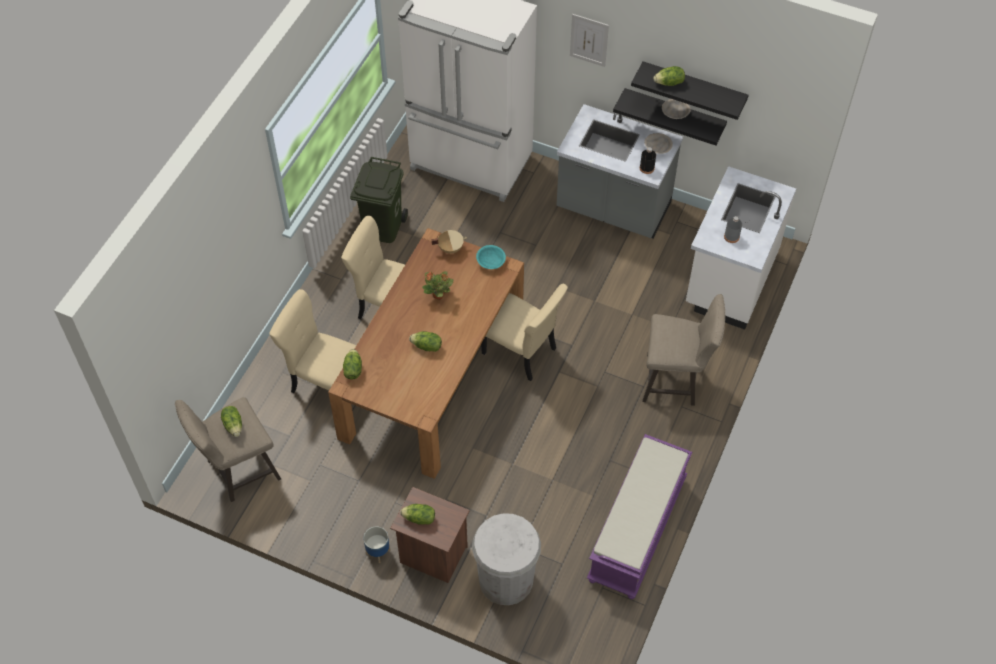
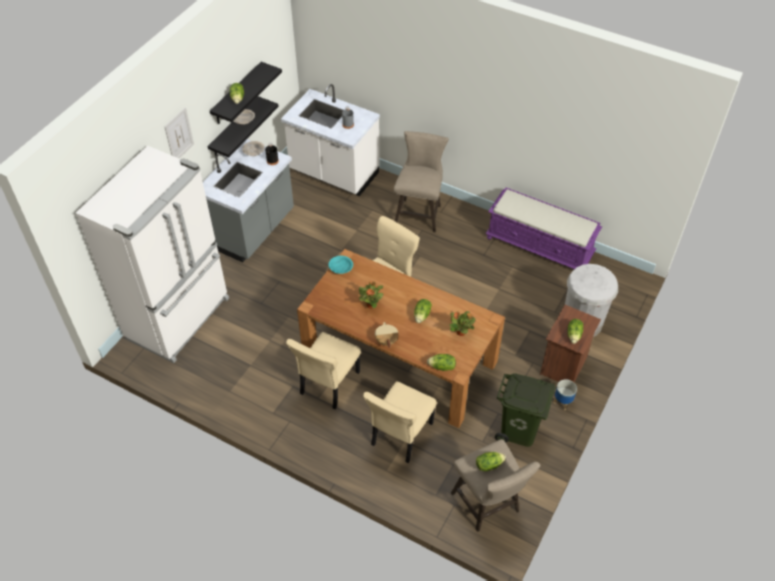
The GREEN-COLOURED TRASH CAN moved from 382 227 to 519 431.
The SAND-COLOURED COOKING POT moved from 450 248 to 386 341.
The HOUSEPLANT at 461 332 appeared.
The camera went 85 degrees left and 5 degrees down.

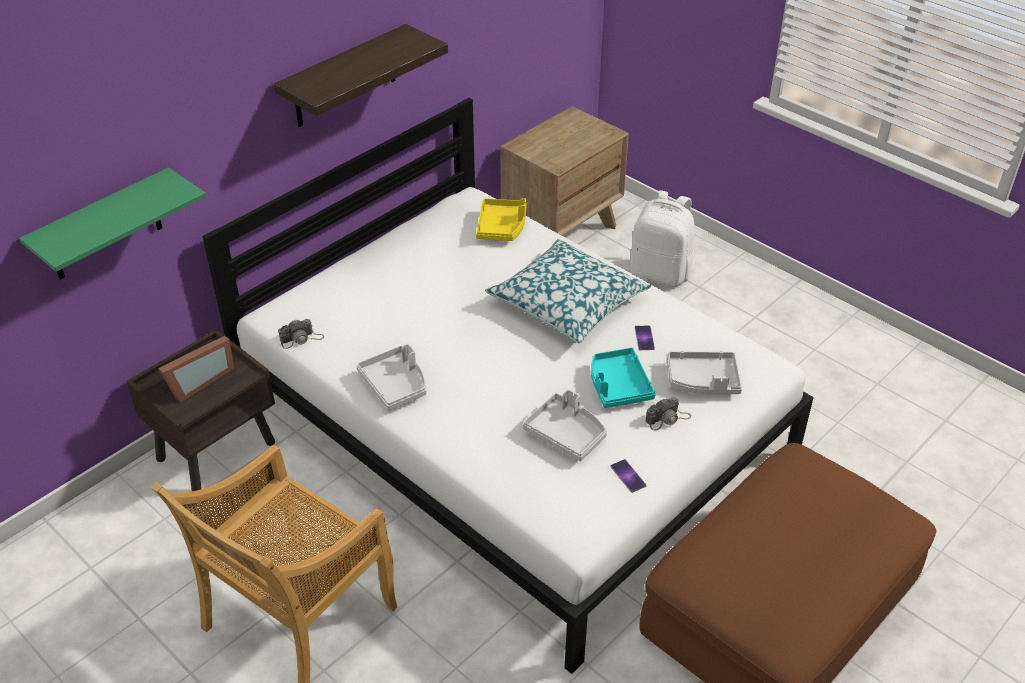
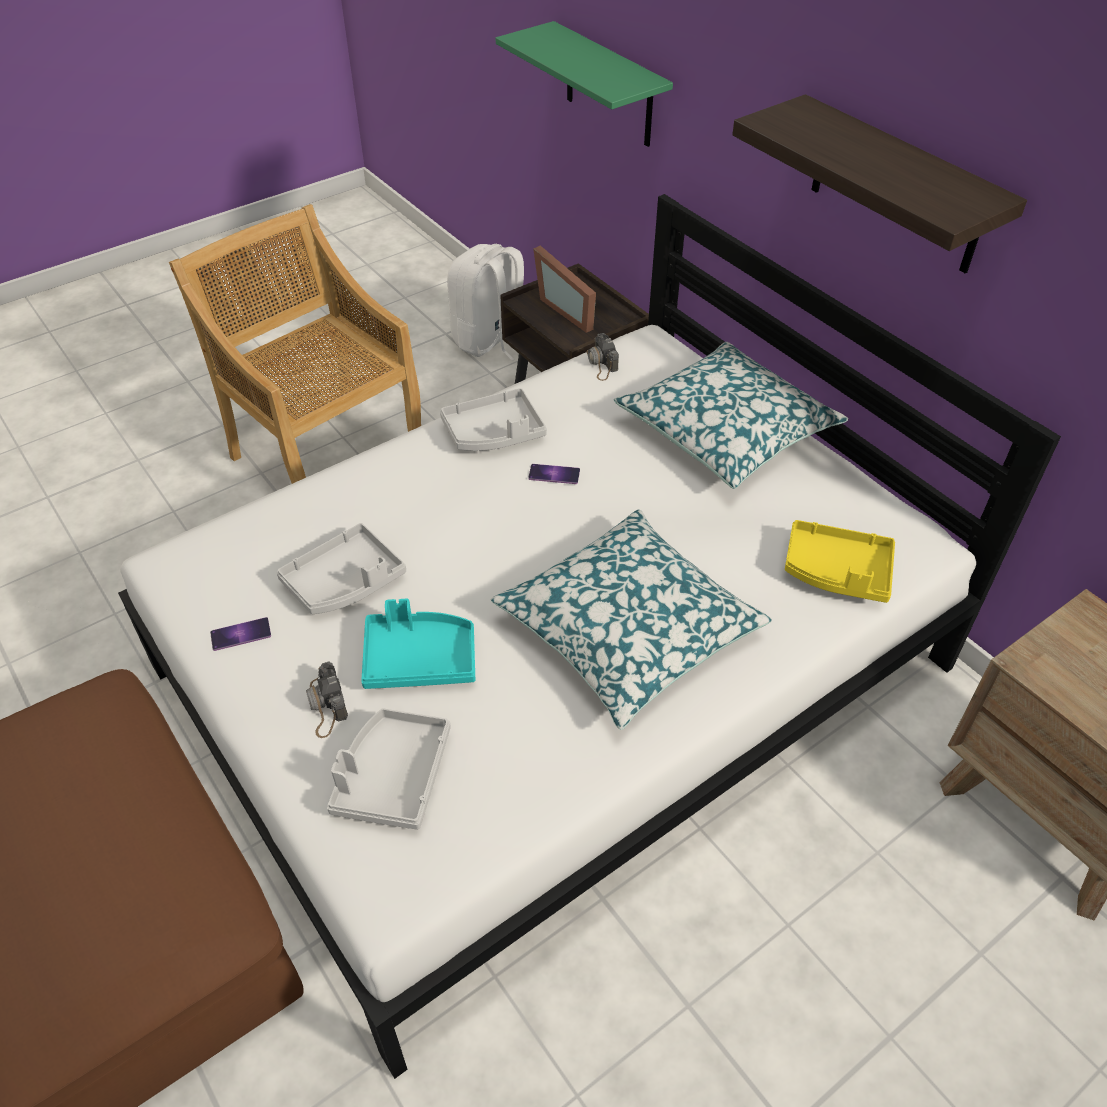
The WHITE-COLOURED KNAPSACK moved from 660 272 to 490 340.
The HANDSET moved from 644 338 to 554 474.
The THROW PILLOW at 726 430 appeared.
The camera went 100 degrees right and 5 degrees up.

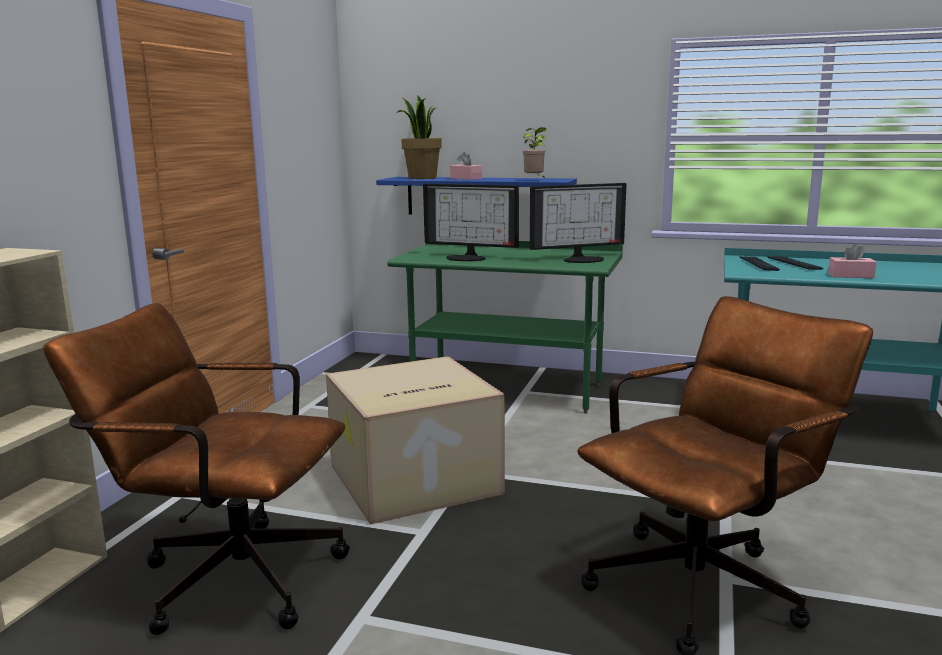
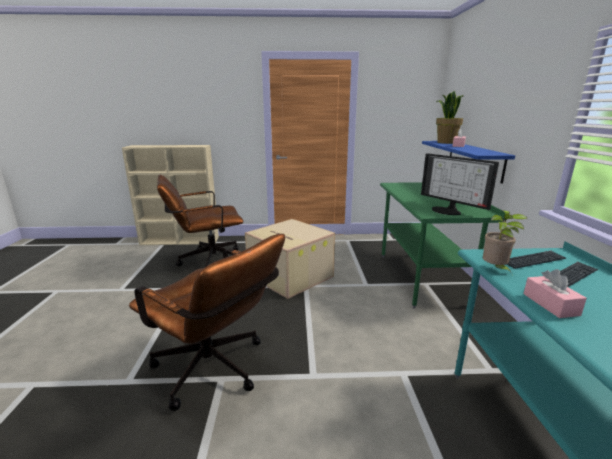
The HOUSEPLANT moved from 535 180 to 495 270.
The MONITOR at 467 258 disappeared.
The BROWN DESK CHAIR at 226 575 turned 105 degrees counterclockwise.
The camera went 70 degrees right and 5 degrees up.

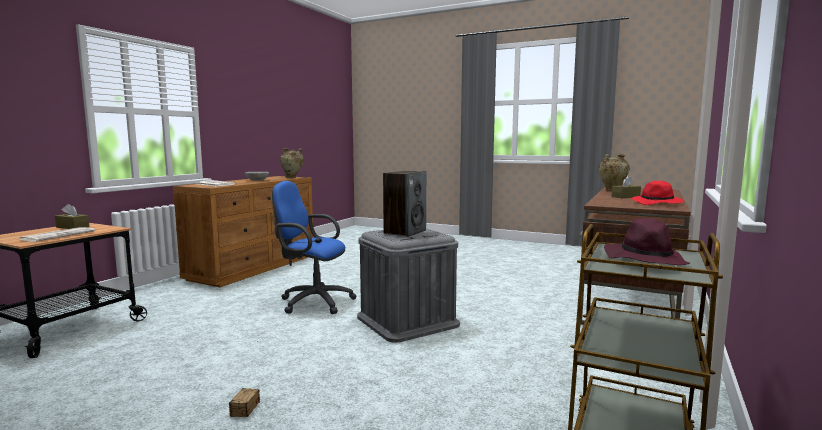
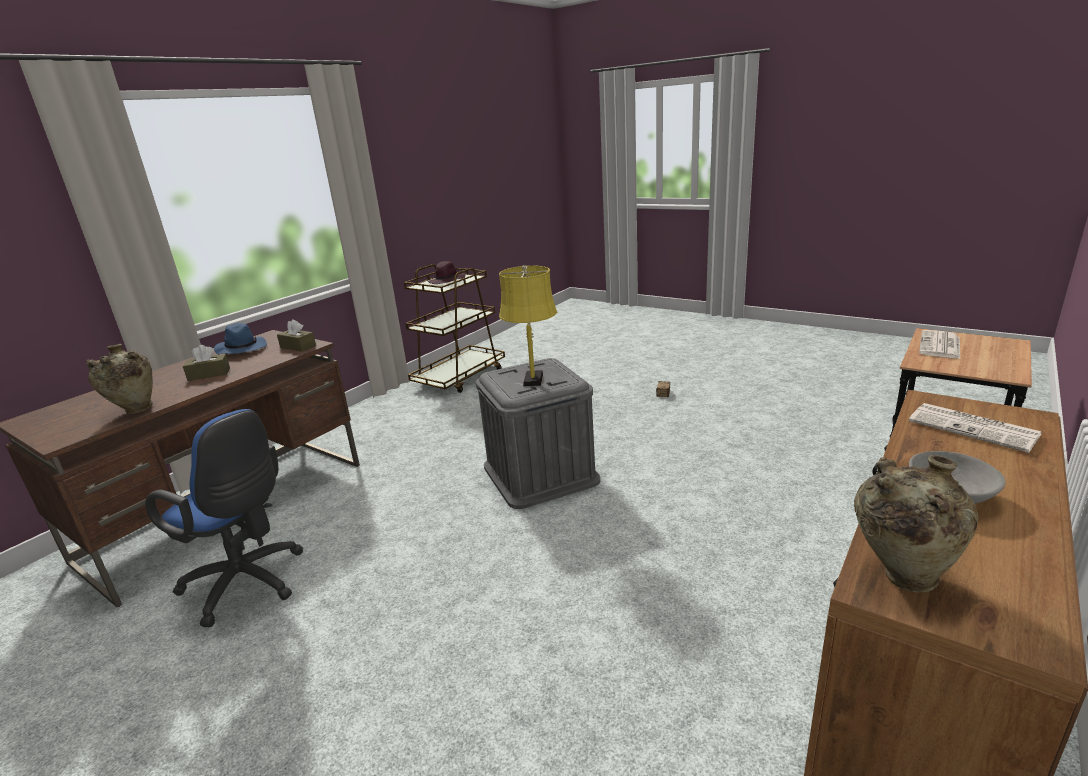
The SPEAKER at 405 232 was replaced by the YELLOW-COLOURED TABLE LAMP at 533 378.
The BLUE-COLOURED DESK CHAIR moved from 312 302 to 249 584.
The RED WEARABLE HAT at 657 203 became the BLUE-COLOURED WEARABLE HAT at 241 349.
The BROWN BOX OF TISSUES moved from 72 227 to 298 347.
The camera went 170 degrees left and 15 degrees up.

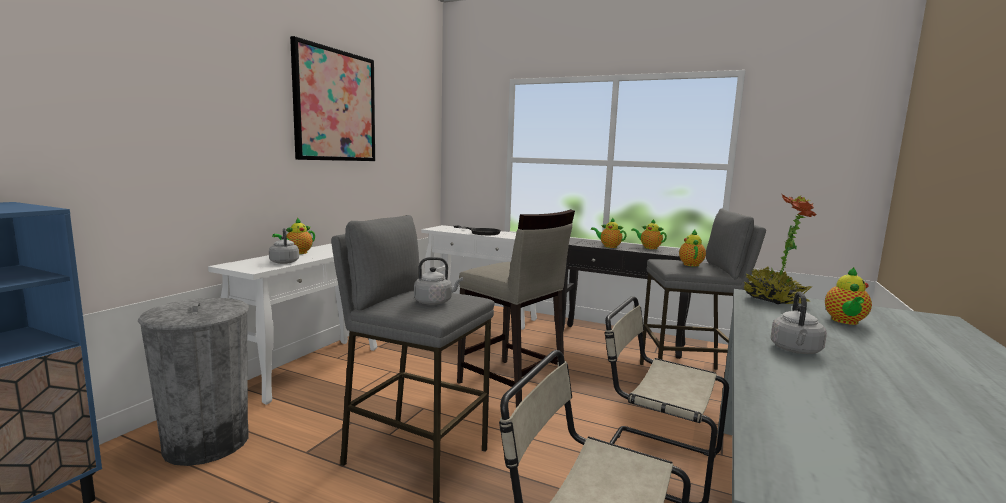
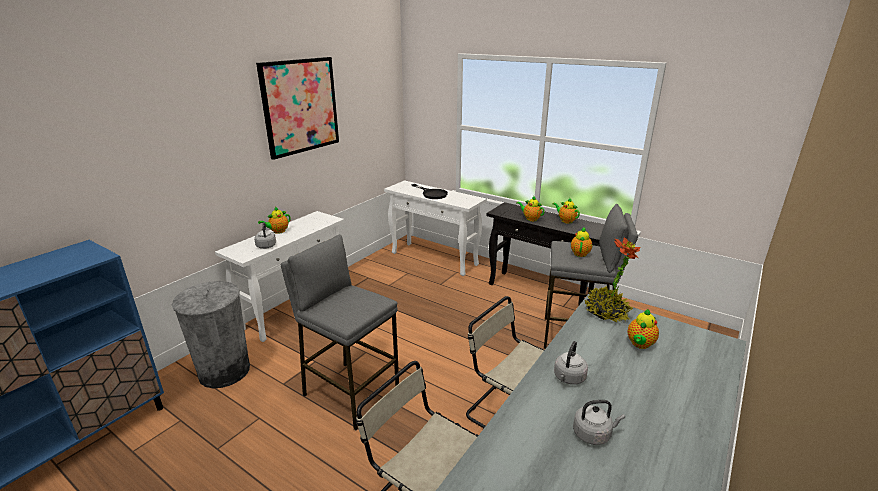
The SAND-COLOURED STOOL SEAT at 511 383 disappeared.
The GREY KETTLE moved from 435 302 to 593 434.
The camera went 10 degrees right and 15 degrees up.

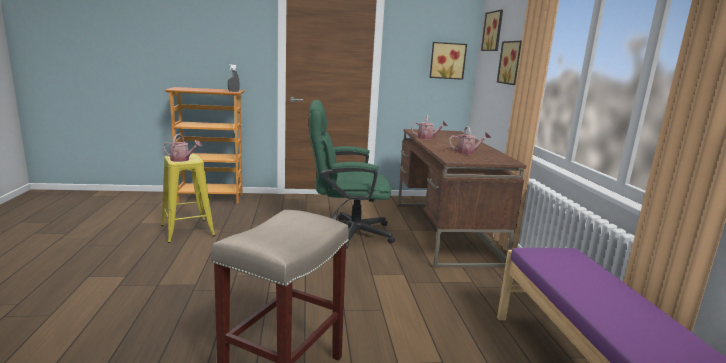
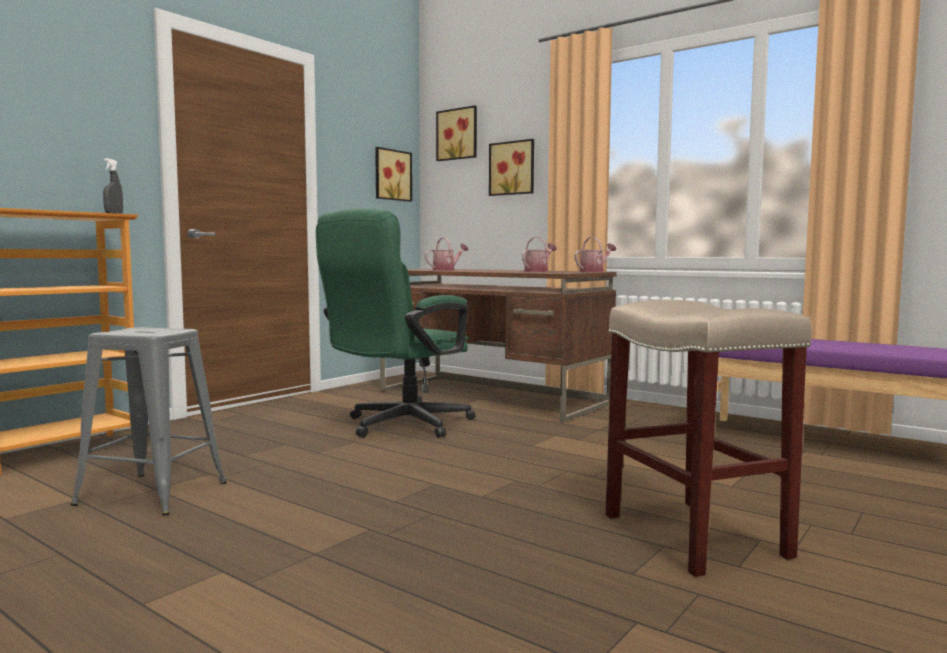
The WATERING POT moved from 182 160 to 594 271.
The YELLOW-COLOURED STOOL SEAT at 187 230 became the GREY STOOL SEAT at 152 493.
The camera went 45 degrees left and 10 degrees down.

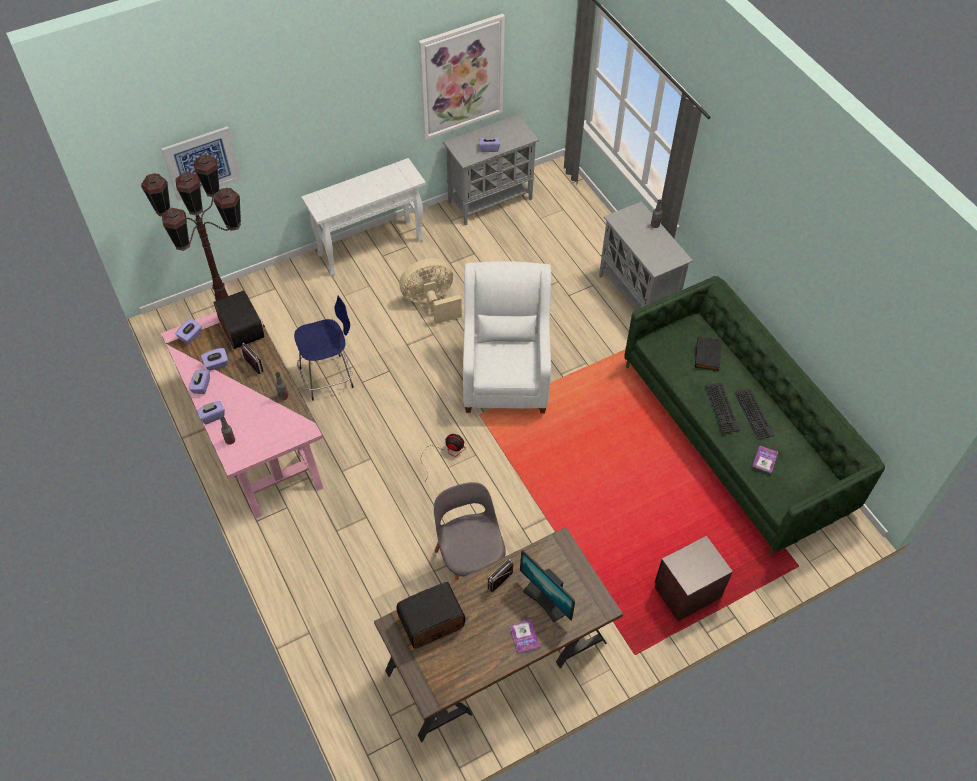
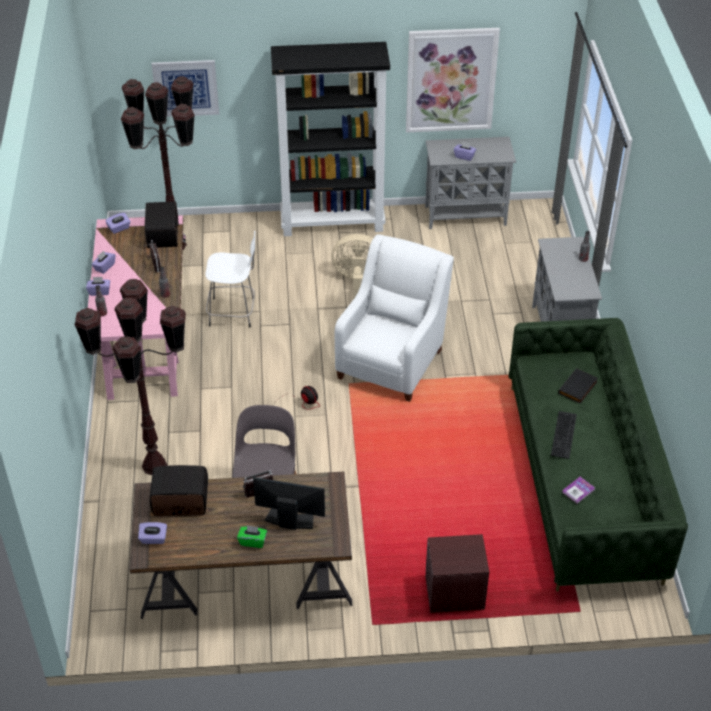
The WHITE-COLOURED NARROW TABLE at 371 247 was replaced by the BLACKISH BOOKSHELF at 333 223.
The BLUE-COLOURED STOOL SEAT at 328 377 became the WHITE-COLOURED STOOL SEAT at 234 313.
The PURPLE BOX OF TISSUES moved from 216 364 to 153 539.
The COMPUTER KEYBOARD at 755 414 disappeared.
The MONITOR at 546 600 turned 120 degrees clockwise.
The BOOK at 524 637 was replaced by the GREEN-COLOURED BOX OF TISSUES at 252 541.
The BROWN FLOOR LAMP at 154 465 appeared.
The camera went 25 degrees right and 10 degrees down.

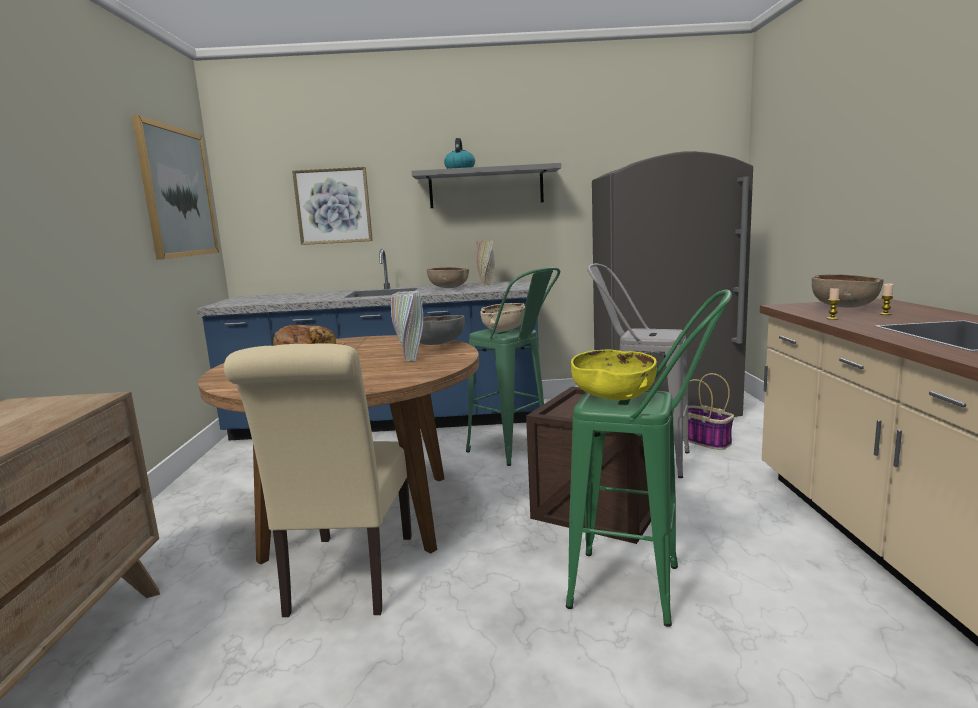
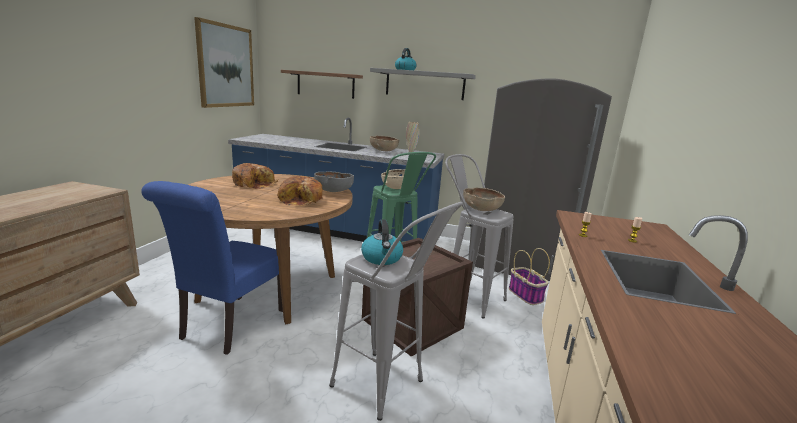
The WALL PICTURE at 333 206 was replaced by the WALL SHELF at 325 84.
The BROWN SERVING BOWL moved from 844 307 to 481 210.
The GREEN-COLOURED STOOL SEAT at 646 590 became the GREY STOOL SEAT at 388 390.
The WHITE-COLOURED FLOWER VASE at 411 359 was replaced by the BAKERY BREAD at 301 200.
The SAND-COLOURED UPRIGHT CHAIR at 348 578 became the BLUE-COLOURED UPRIGHT CHAIR at 229 326.
The YELLOW-COLOURED SERVING BOWL at 614 396 was replaced by the KETTLE at 382 258.
The camera went 15 degrees right and 5 degrees up.

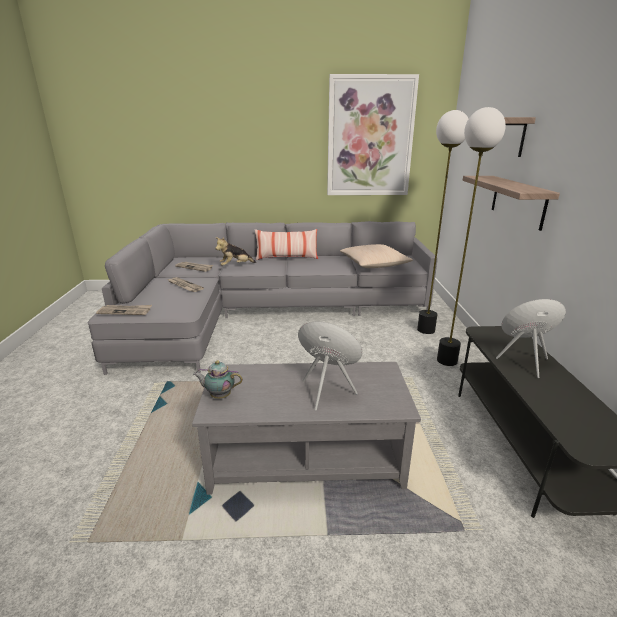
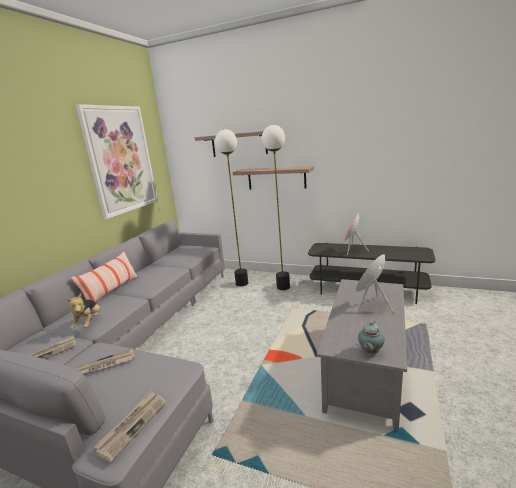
The SAND-COLOURED THROW PILLOW at 374 264 disappeared.
The camera went 65 degrees left and 5 degrees down.

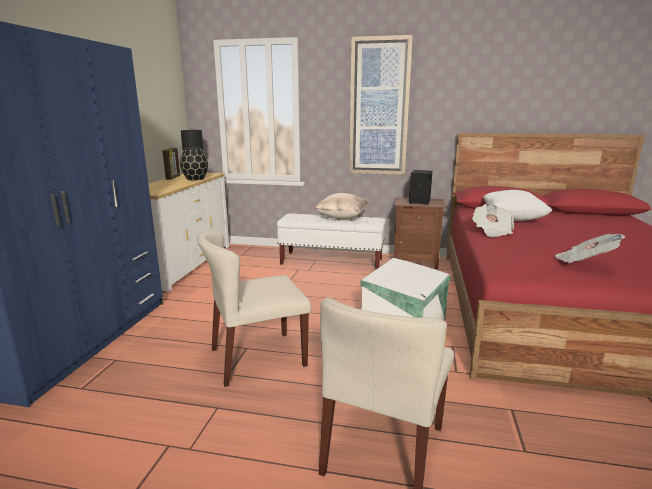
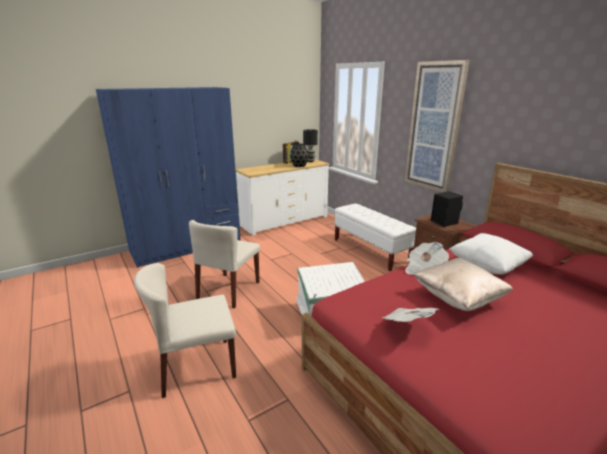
The SAND-COLOURED THROW PILLOW moved from 342 217 to 458 298.
The SAND-COLOURED UPRIGHT CHAIR at 257 358 turned 90 degrees counterclockwise.
The camera went 45 degrees right and 5 degrees up.

